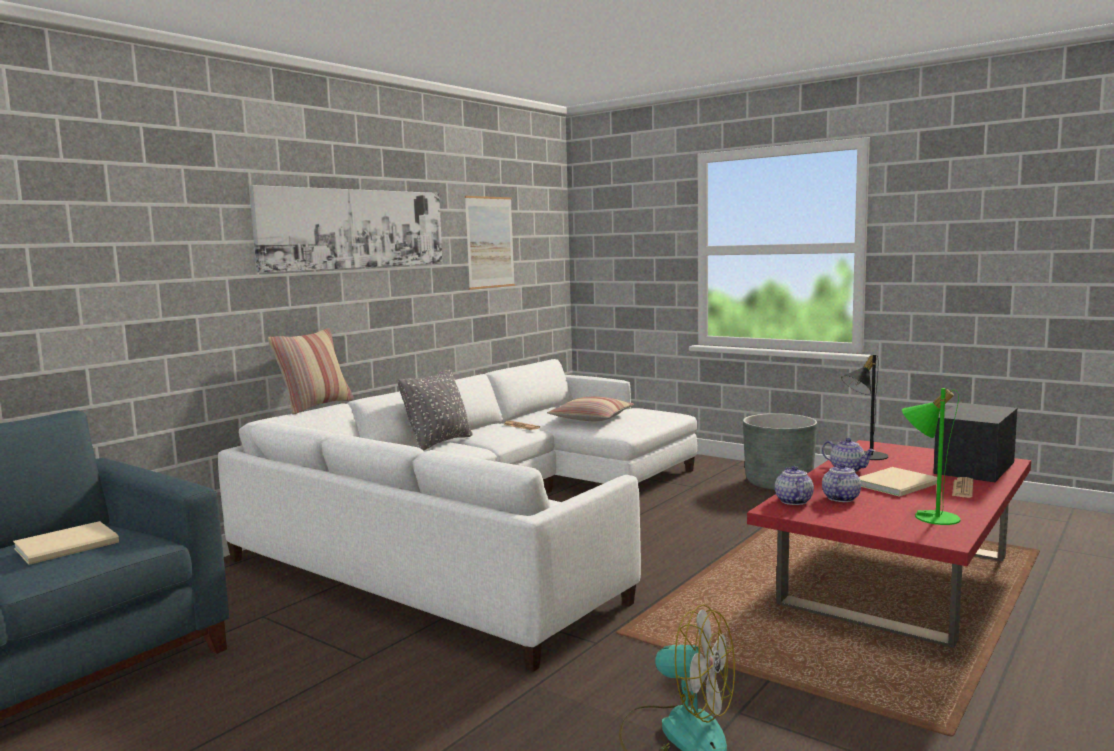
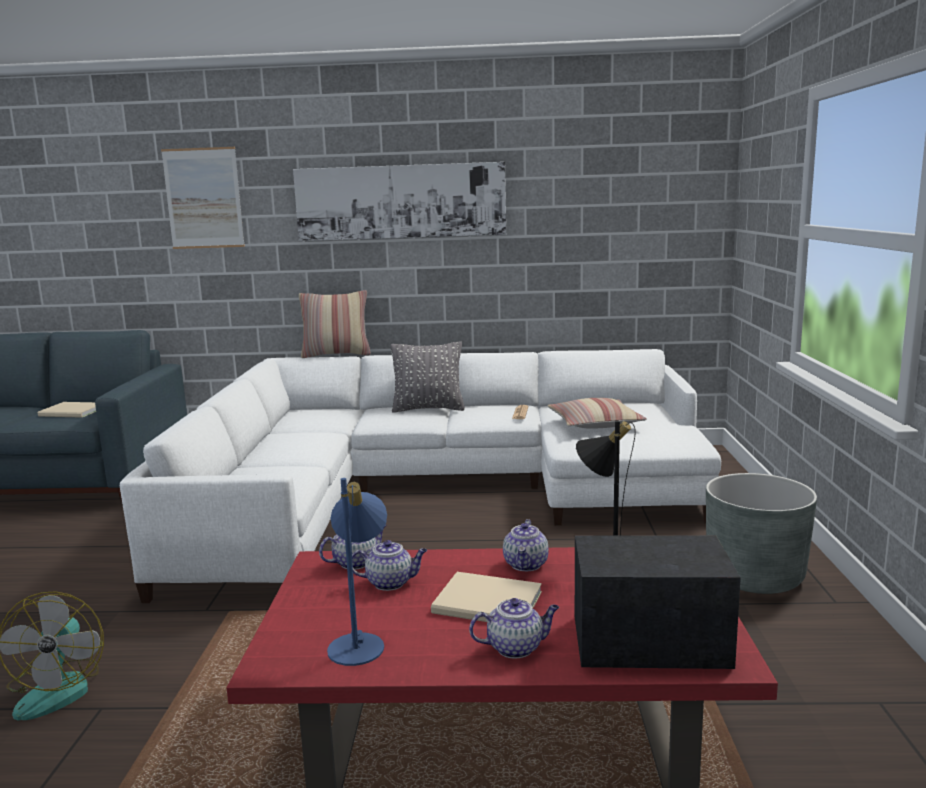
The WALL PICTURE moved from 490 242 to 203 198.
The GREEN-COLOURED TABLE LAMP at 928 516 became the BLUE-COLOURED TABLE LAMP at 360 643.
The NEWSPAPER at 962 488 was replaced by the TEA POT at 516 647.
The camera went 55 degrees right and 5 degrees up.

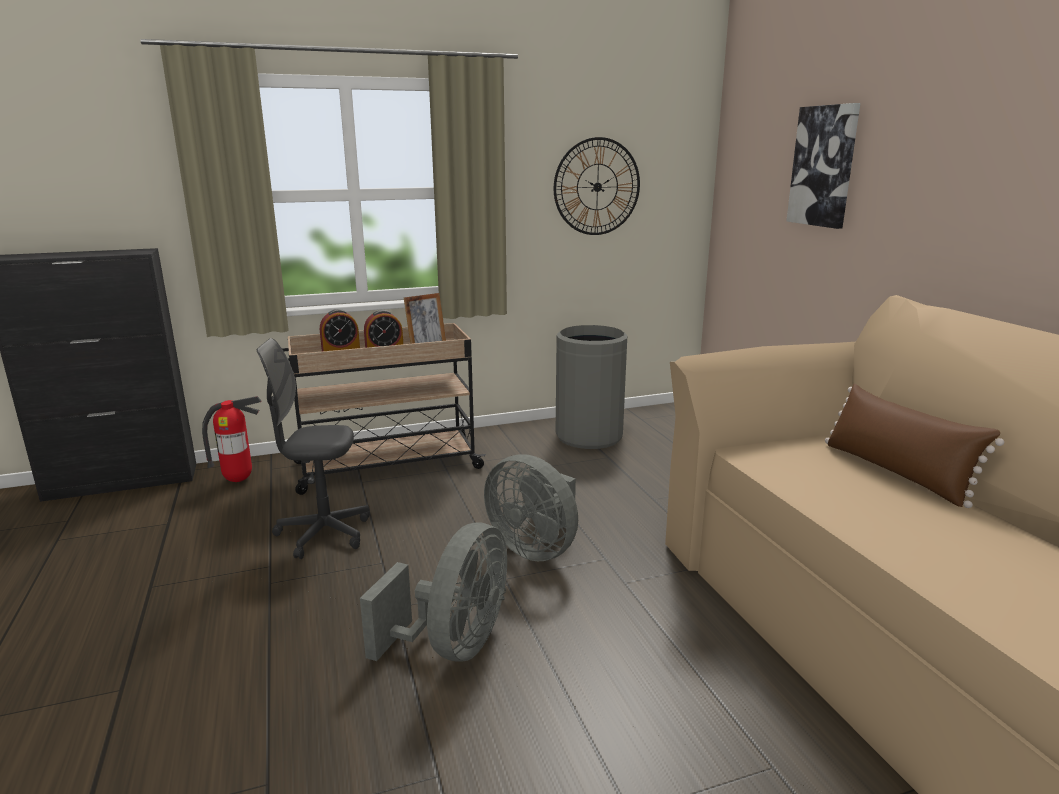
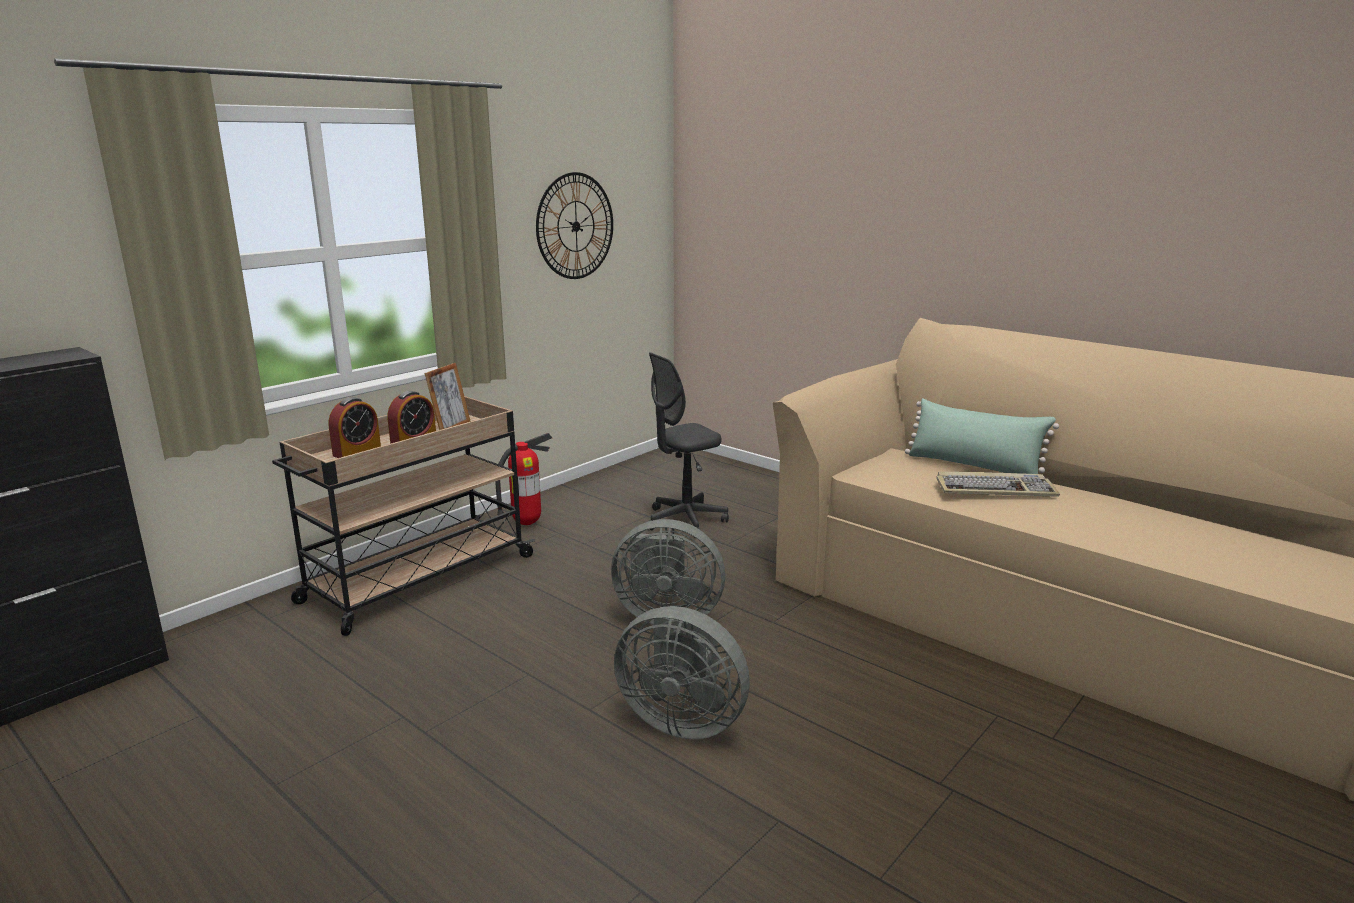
The WALL PICTURE at 823 166 disappeared.
The GREY TRASH CAN at 588 436 disappeared.
The GREY DESK CHAIR moved from 323 534 to 685 520.
The BROWN THROW PILLOW at 895 472 became the GREEN-COLOURED THROW PILLOW at 974 466.
The EXTINGUISHER moved from 239 480 to 527 523.
The GREY ELECTRIC FAN at 454 645 turned 120 degrees clockwise.
The COMPUTER KEYBOARD at 995 489 appeared.
The camera went 30 degrees left and 0 degrees up.

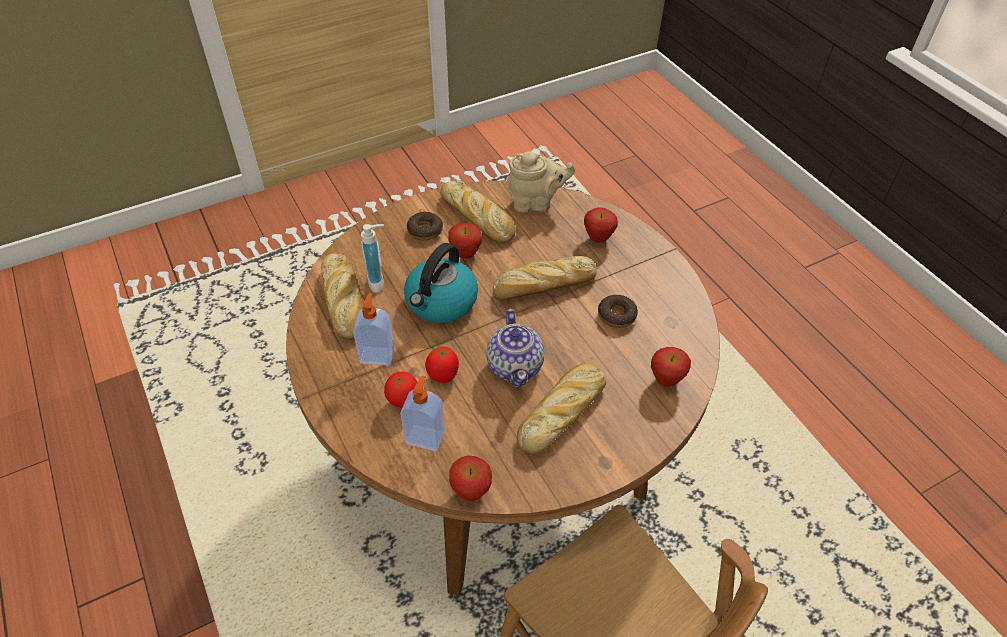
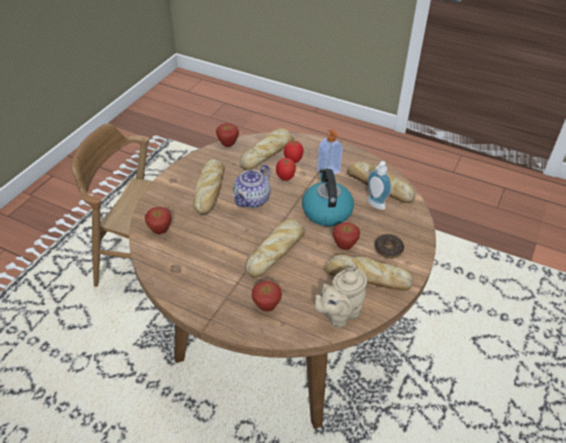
The DOUGHNUT at 616 315 disappeared.
The TEA POT at 515 366 turned 105 degrees counterclockwise.
The SOAP BOTTLE at 425 437 was replaced by the BAKERY BREAD at 268 153.
The camera went 145 degrees right and 5 degrees down.

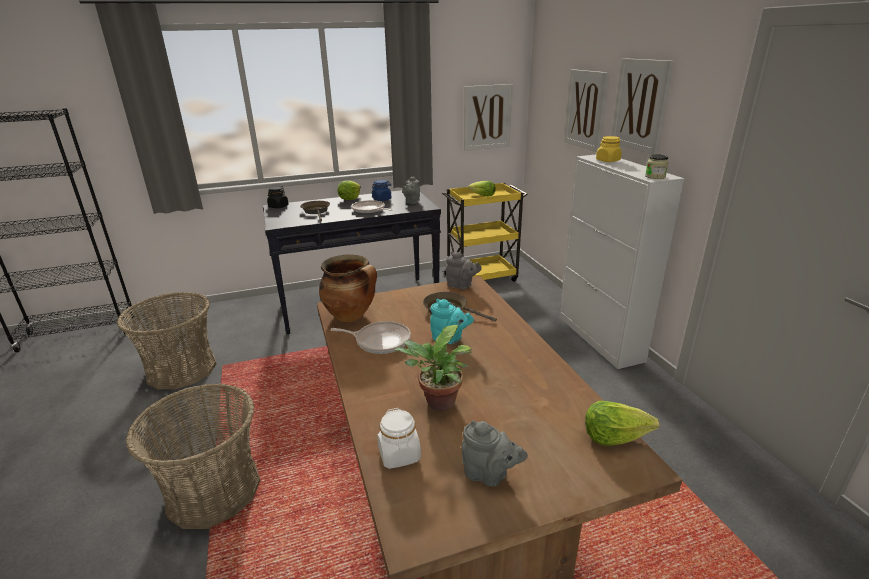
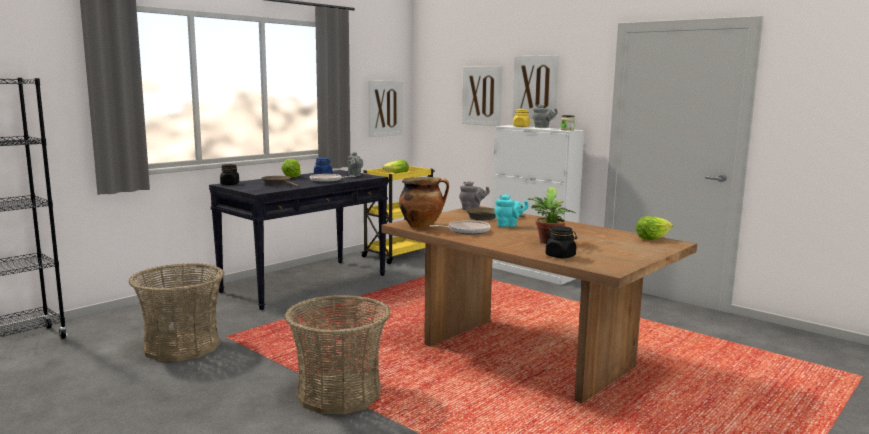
The WHITE-COLOURED PRESERVE JAR at 399 454 became the BLACKISH PRESERVE JAR at 560 256.
The GREY TEA POT moved from 489 474 to 543 127.
The camera went 30 degrees left and 15 degrees down.

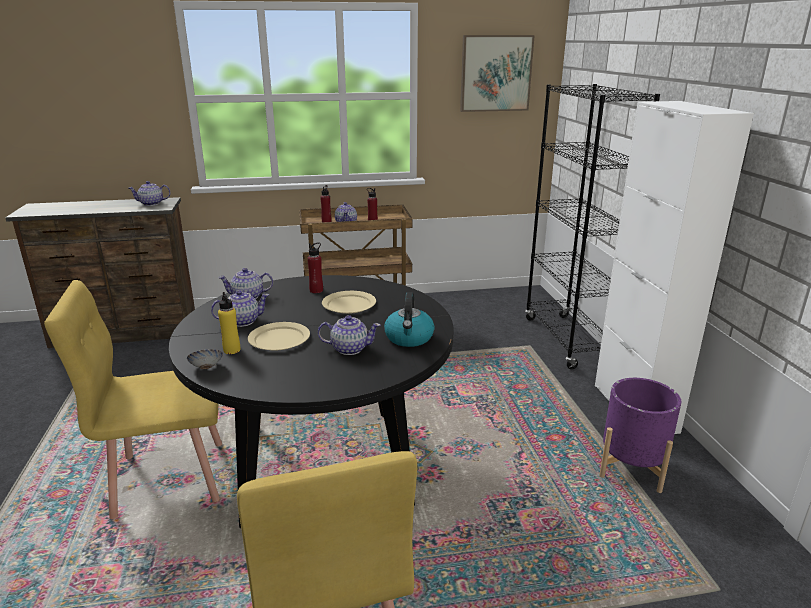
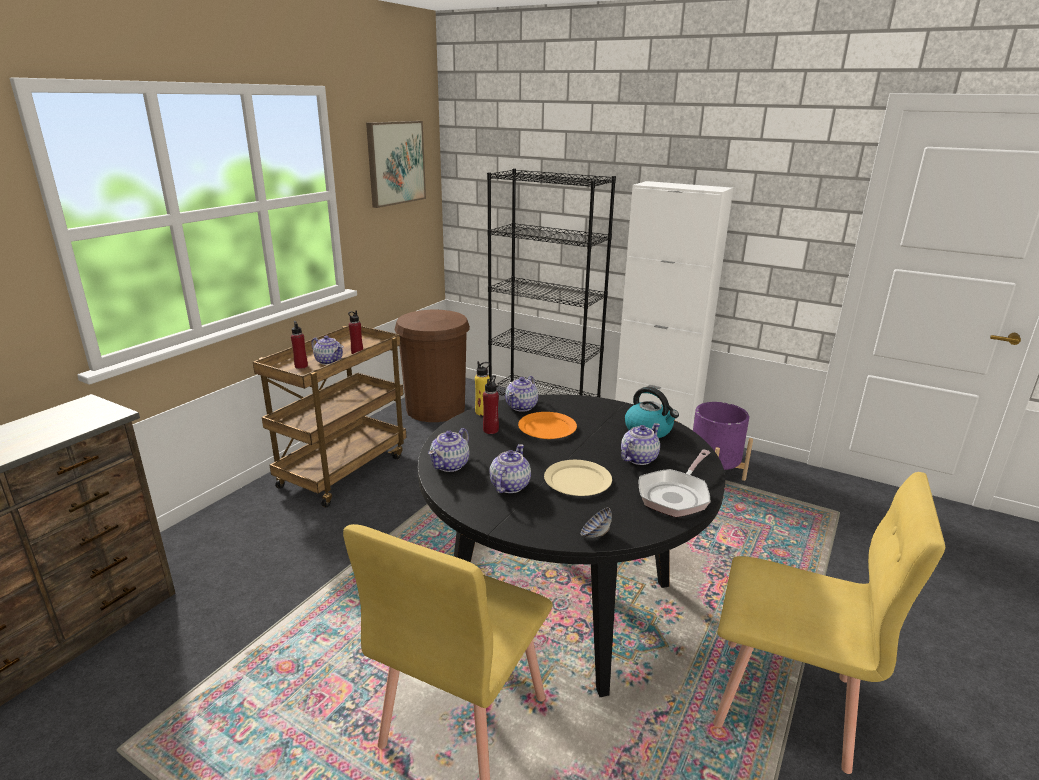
The TEA POT moved from 152 203 to 522 406.
The SAND-COLOURED FLAT DISH at 348 304 became the ORANGE FLAT DISH at 546 428.
The YELLOW-COLOURED BOTTLE moved from 232 350 to 482 412.
The BROWN TRASH CAN at 435 409 appeared.
The SKILLET at 675 495 appeared.
The camera went 50 degrees left and 0 degrees up.

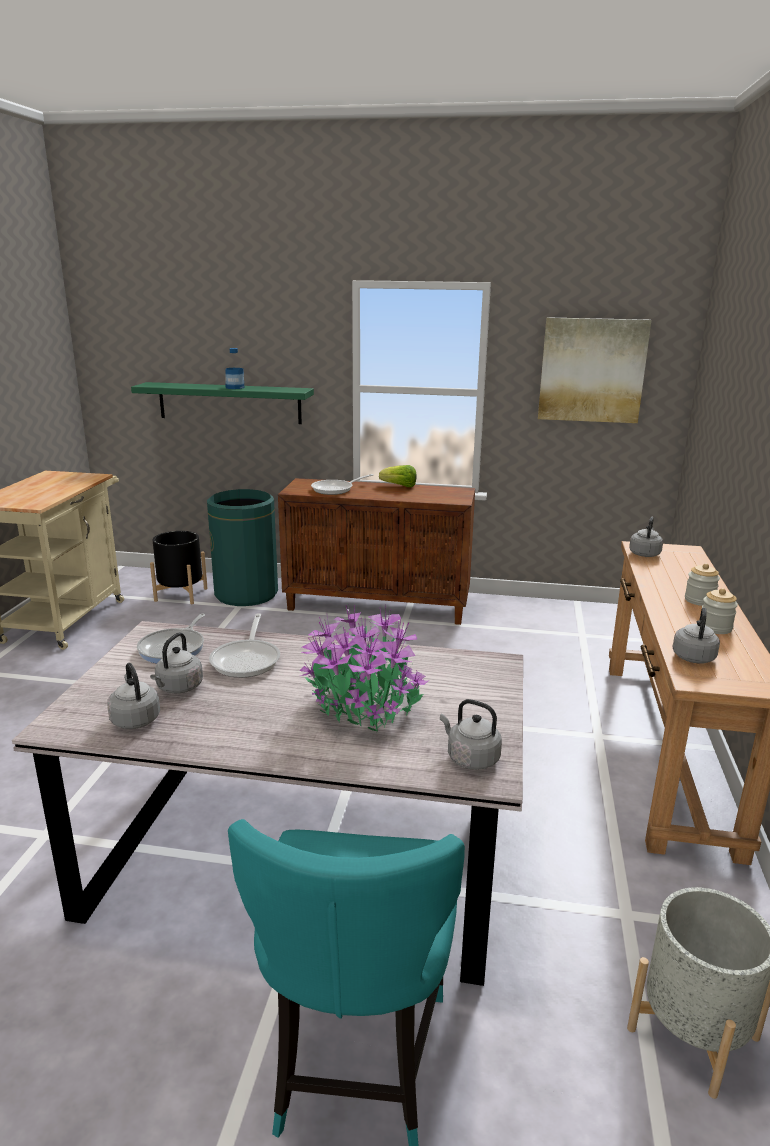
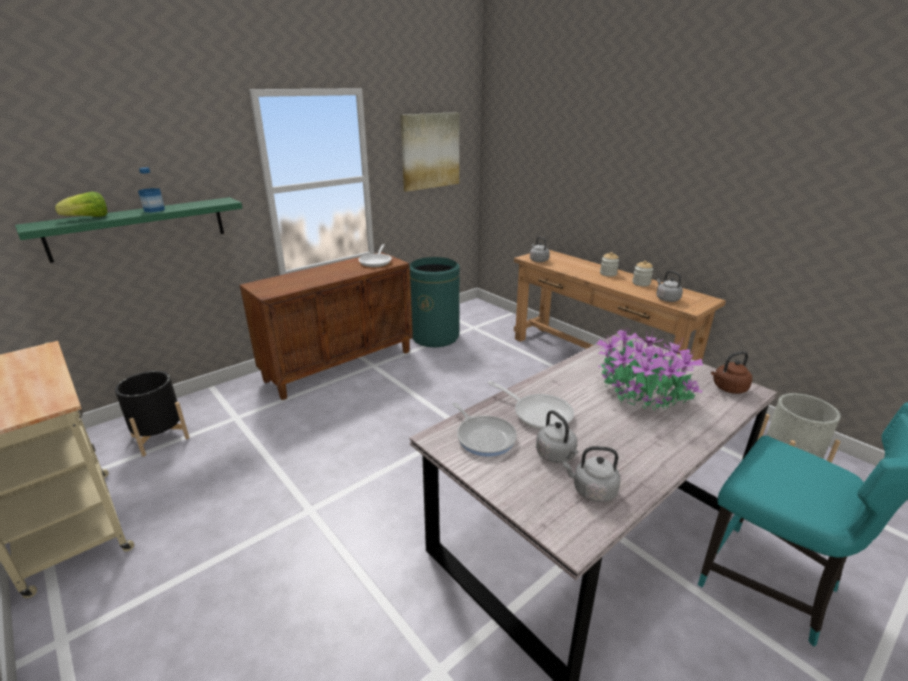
The HEAD OF LETTUCE moved from 399 486 to 88 218.
The SKILLET moved from 336 489 to 376 261.
The GREEN-COLOURED TRASH CAN moved from 246 594 to 435 337.
The GREY KETTLE at 470 758 became the BROWN KETTLE at 728 388.
The camera went 50 degrees left and 5 degrees up.

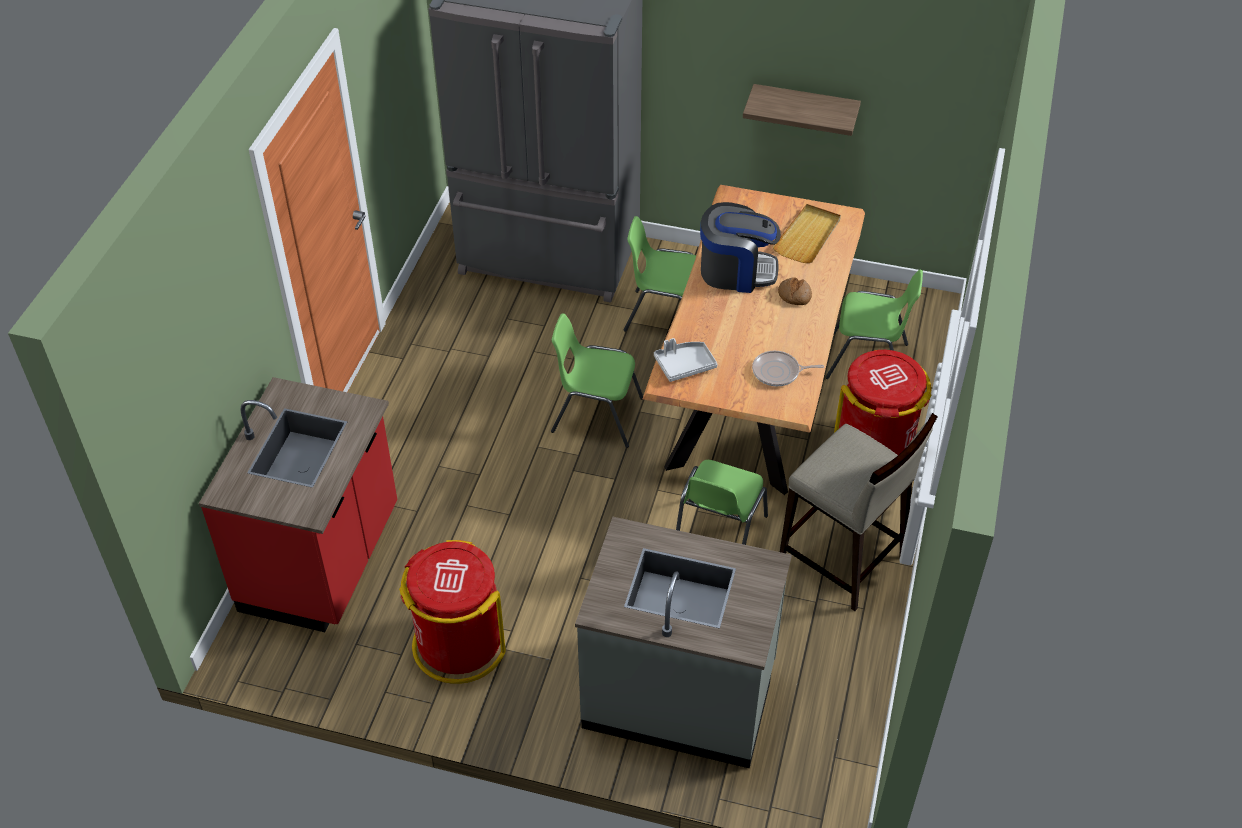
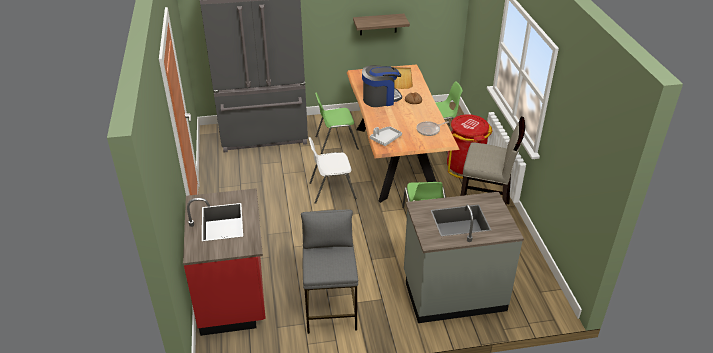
The GREEN-COLOURED UPRIGHT CHAIR at 596 415 became the WHITE-COLOURED UPRIGHT CHAIR at 331 190.
The RED TRASH CAN at 458 644 was replaced by the GREY STOOL SEAT at 331 308.
The camera went 25 degrees left and 10 degrees down.

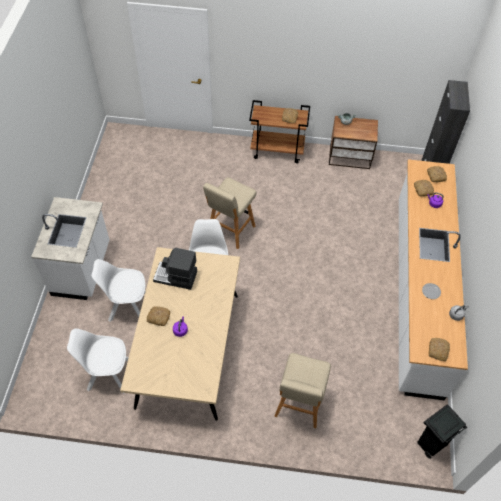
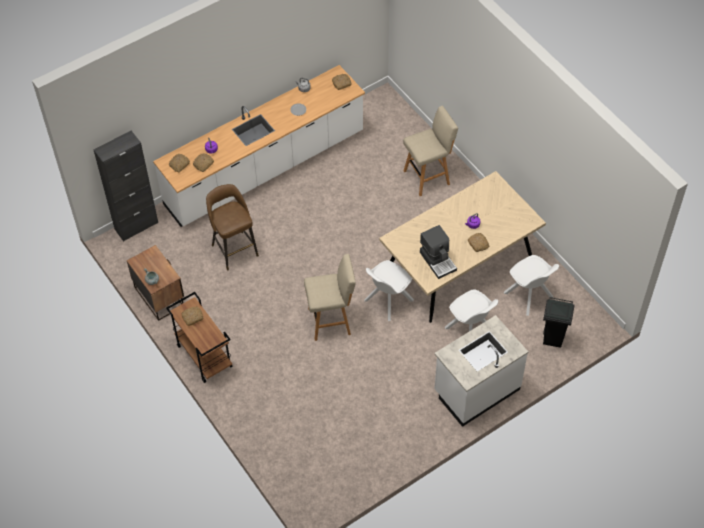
The BLACKISH TRASH CAN moved from 430 445 to 553 339.
The BROWN STOOL SEAT at 234 249 appeared.
The camera went 130 degrees left and 0 degrees up.

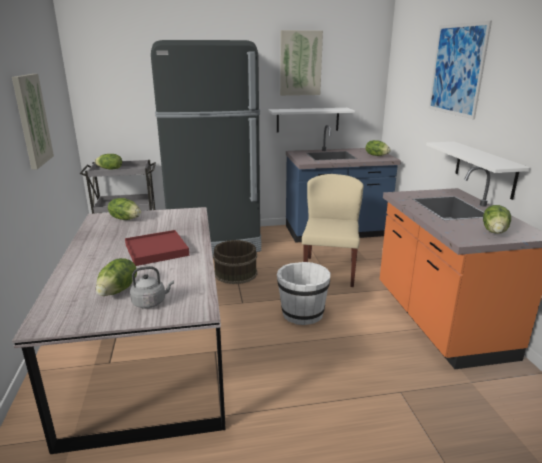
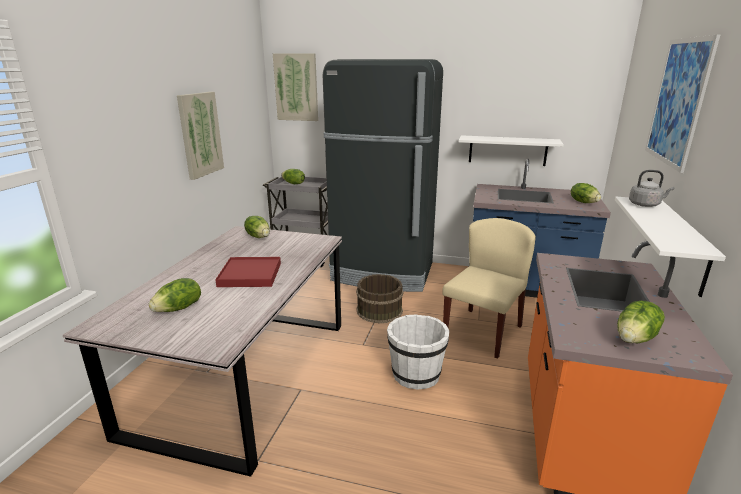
The WALL PICTURE moved from 300 63 to 296 87.
The GREY KETTLE moved from 151 302 to 645 204.
The camera went 25 degrees right and 0 degrees up.

